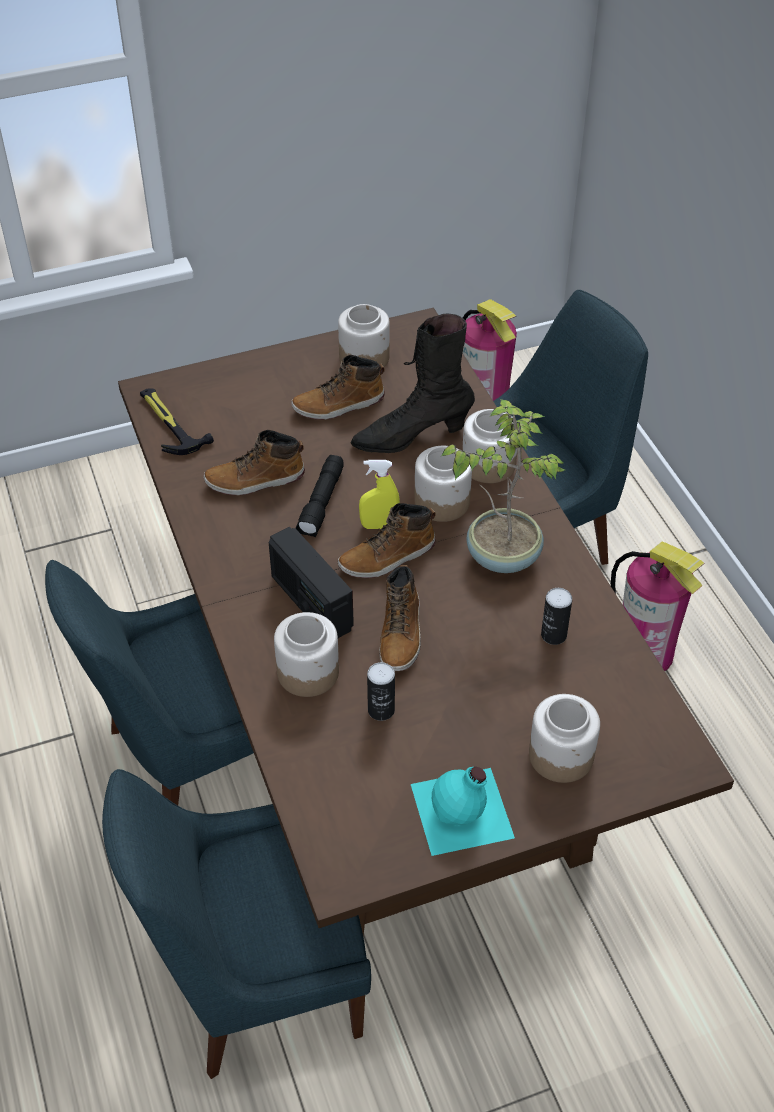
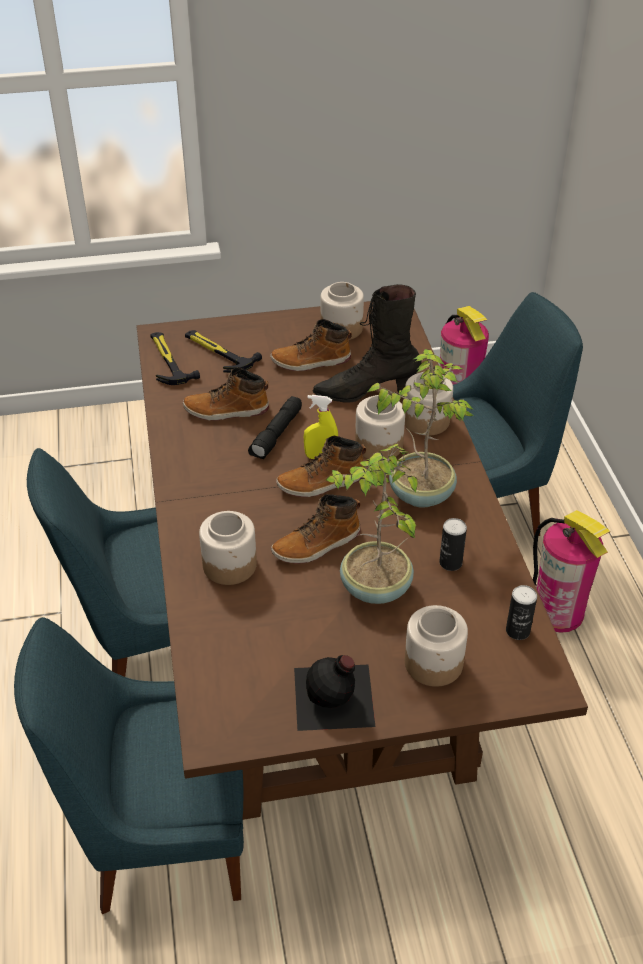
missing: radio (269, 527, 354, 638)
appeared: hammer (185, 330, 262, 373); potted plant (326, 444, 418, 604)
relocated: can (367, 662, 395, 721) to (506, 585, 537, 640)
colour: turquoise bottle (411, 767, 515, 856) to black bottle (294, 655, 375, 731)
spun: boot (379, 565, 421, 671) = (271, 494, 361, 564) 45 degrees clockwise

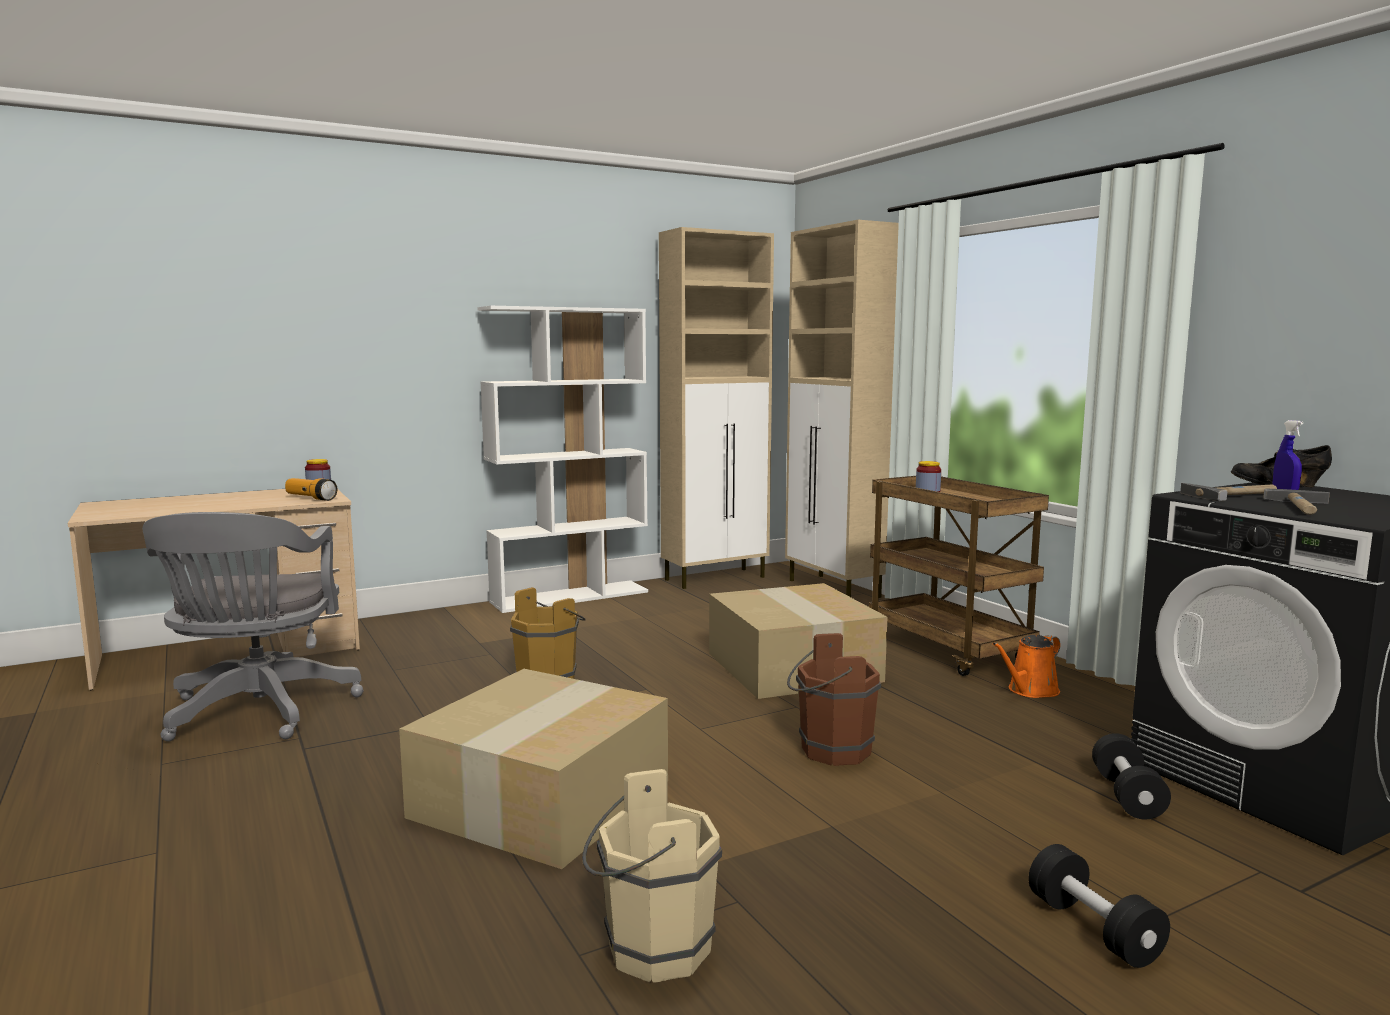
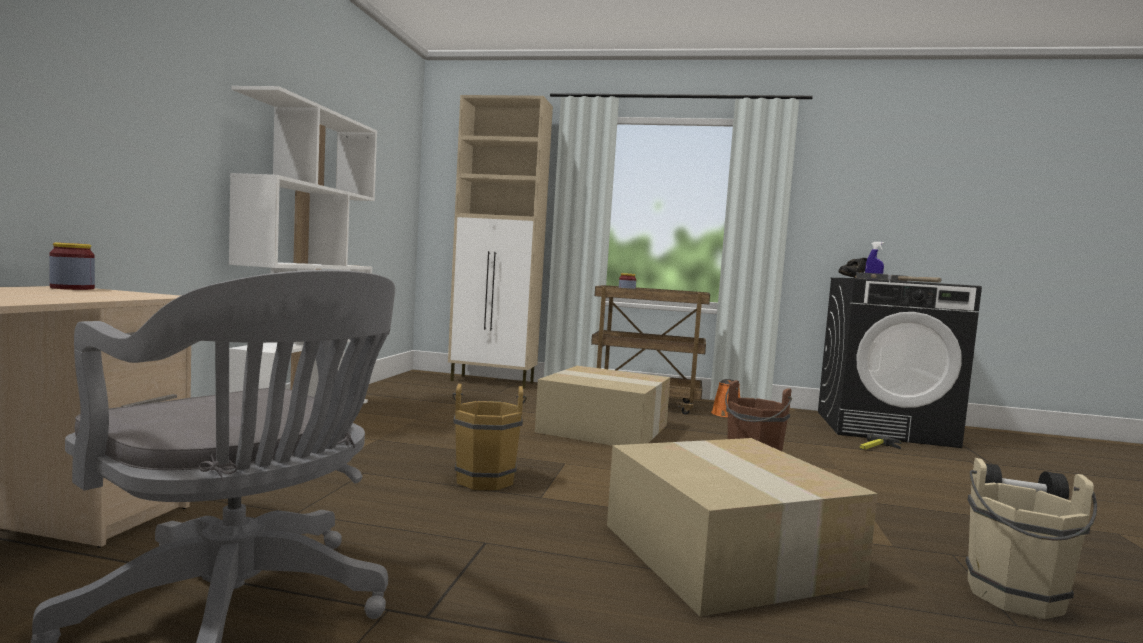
missing: flashlight (285, 478, 337, 501); beige cabinet (659, 227, 774, 589)
exchanged: black dumbbell (1092, 733, 1171, 820) to hammer (860, 433, 902, 450)

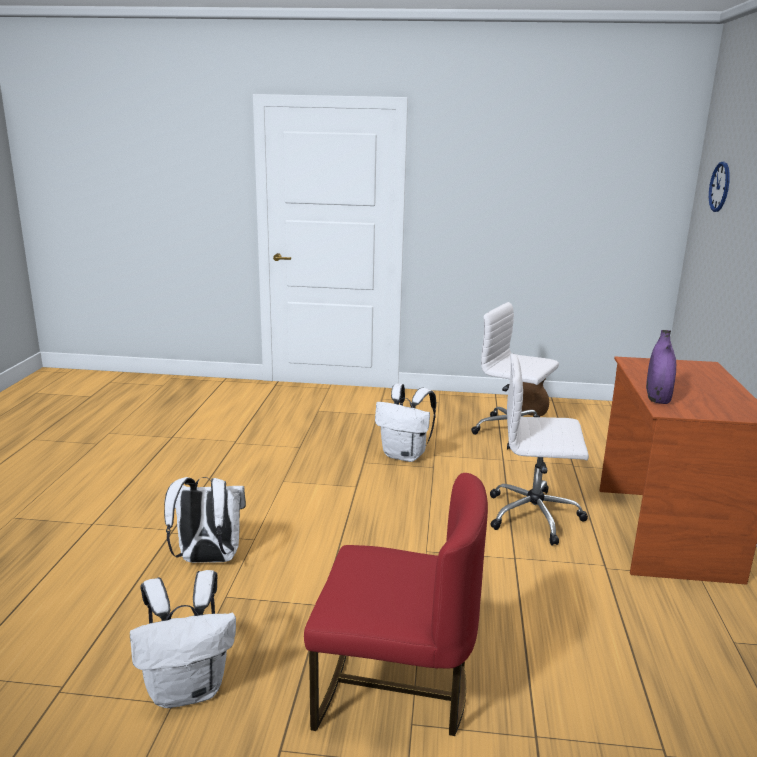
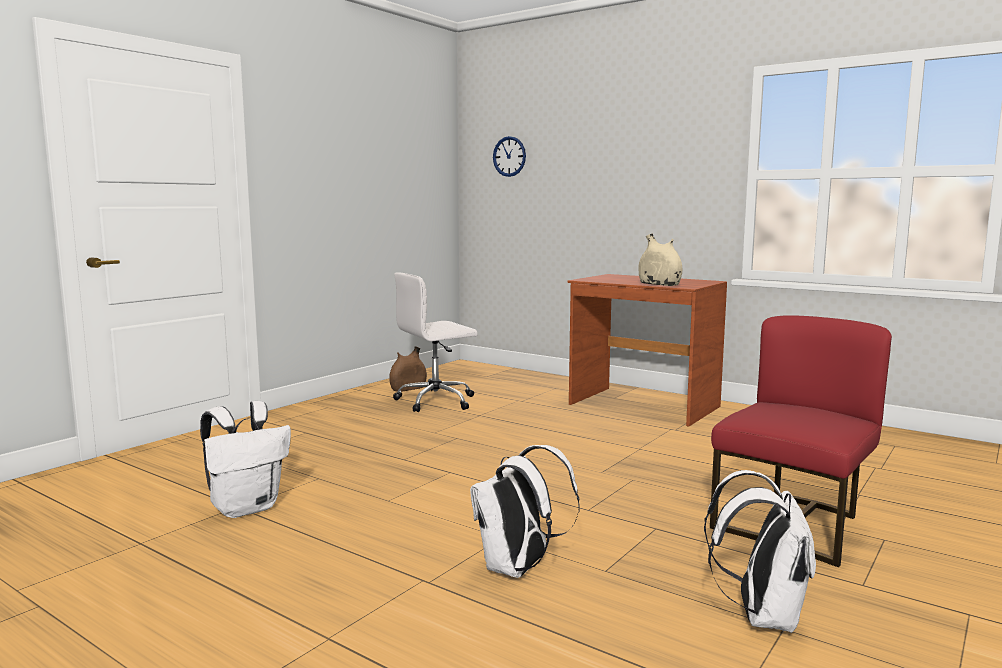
missing: white office chair (490, 353, 589, 545)
relocated: white backpack (375, 384, 436, 462) to (200, 401, 291, 518)
colour: purple vase (646, 330, 676, 404) to beige vase (639, 234, 682, 286)

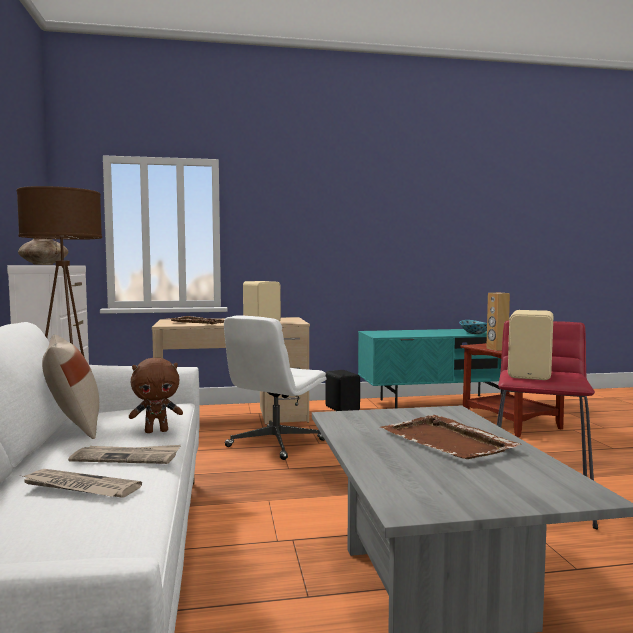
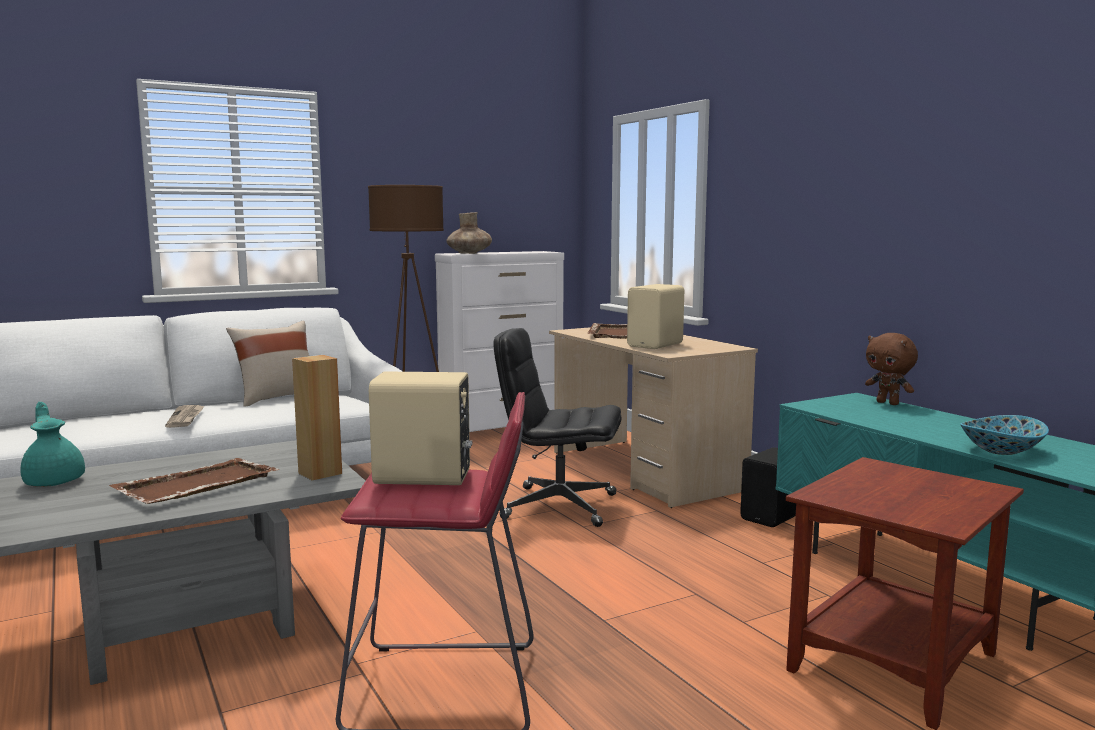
missing: newspaper (20, 469, 142, 498)
appeared: turquoise teapot (20, 402, 85, 487)
relocated: brown speaker (486, 293, 510, 351) to (292, 355, 342, 481); brown plush toy (129, 358, 183, 433) to (865, 333, 918, 405)
colour: white office chair (224, 315, 327, 460) to black office chair (493, 328, 622, 527)

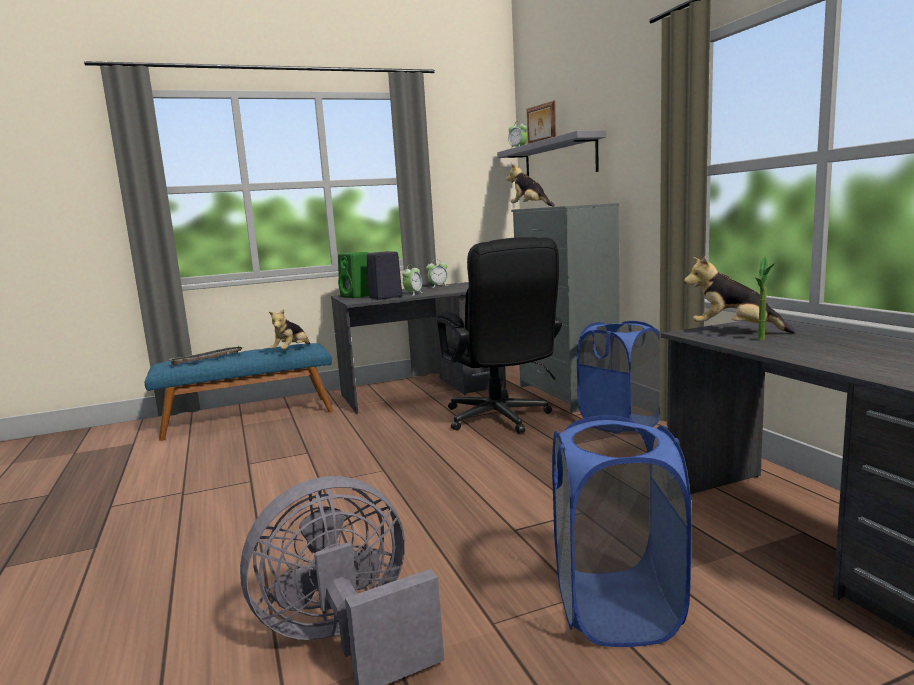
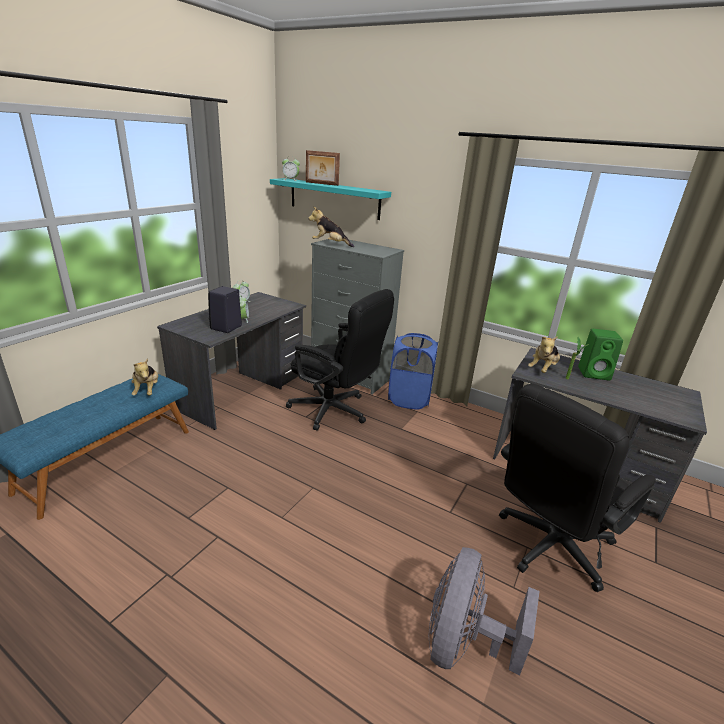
missing: tray (169, 346, 243, 365)
relocated: green speaker (338, 252, 369, 298) to (578, 329, 623, 380)
exchanged: blue laundry basket (552, 415, 692, 647) to black office chair (499, 384, 656, 592)
colour: grey shelf (497, 130, 606, 176) to turquoise shelf (270, 178, 391, 220)
spun: plush toy (684, 256, 796, 334) = (528, 336, 560, 373) 45 degrees counterclockwise

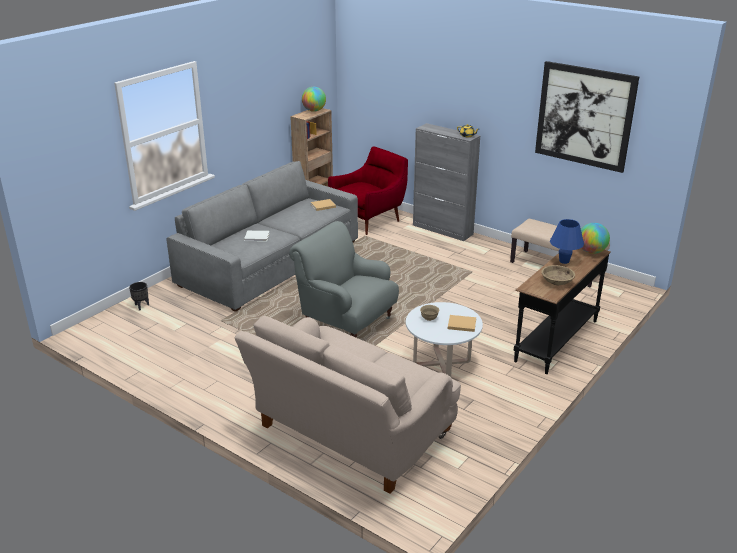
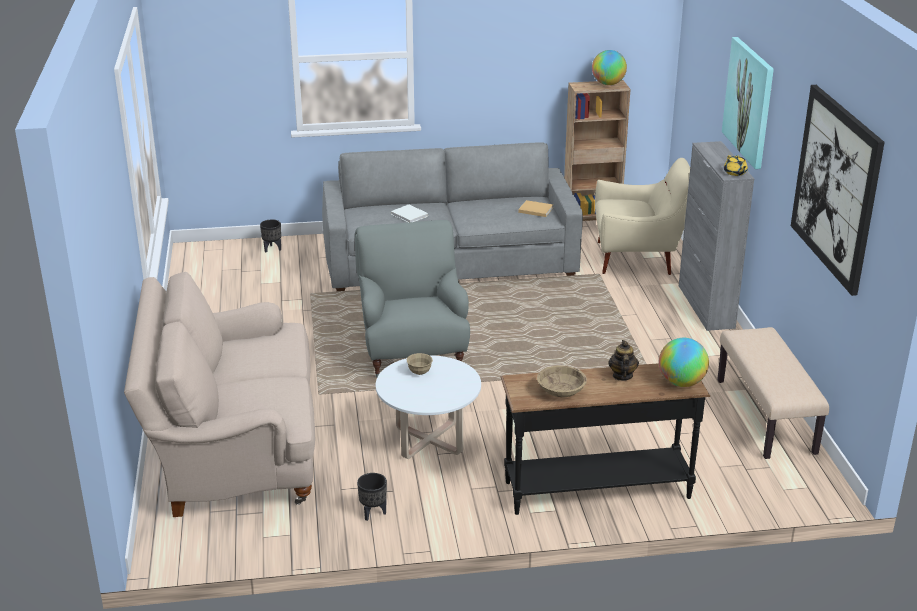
missing: beige book (448, 315, 476, 332)
appeared: black planter (357, 473, 387, 521); picture (722, 37, 774, 169)
exchanged: blue table lamp (550, 219, 584, 264) to teapot (608, 340, 639, 381)
colour: red armchair (328, 146, 408, 235) to beige armchair (595, 158, 690, 275)

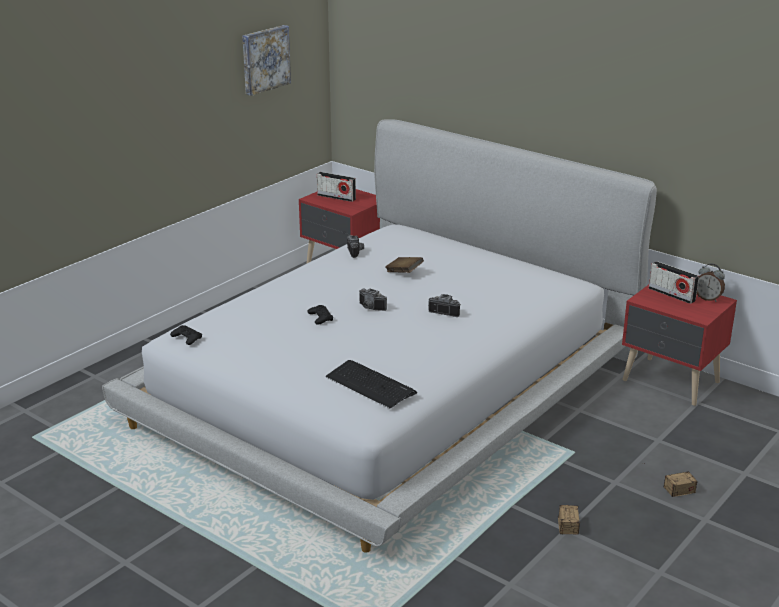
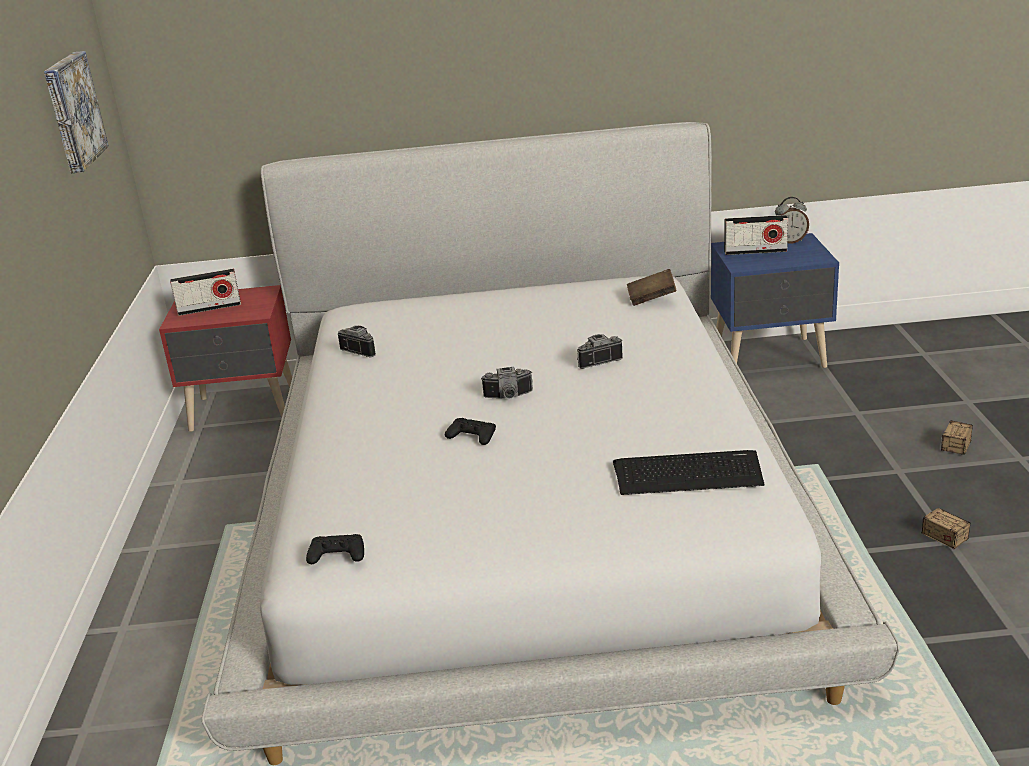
relocated: brown book (385, 257, 424, 273) to (627, 269, 677, 306)
colour: red nightstand (622, 285, 737, 406) to blue nightstand (711, 233, 839, 368)

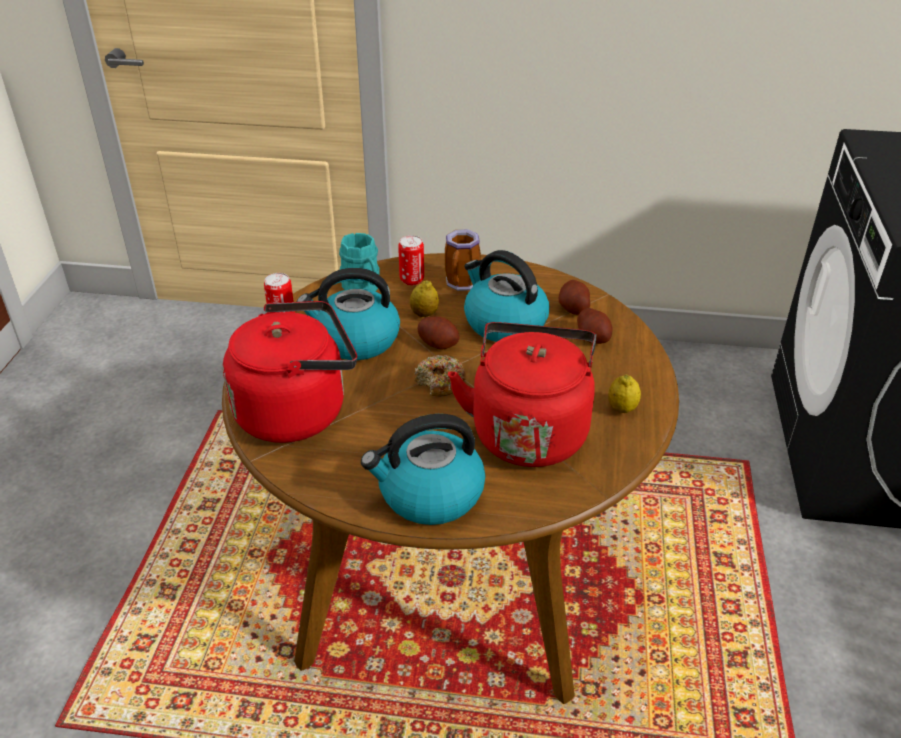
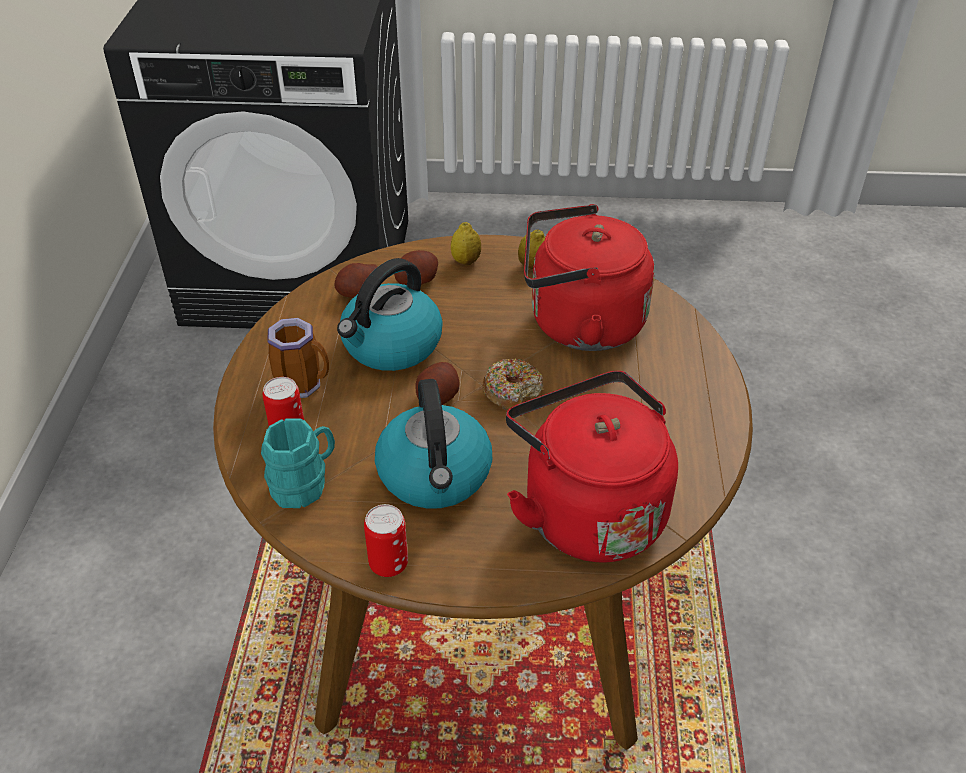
missing: kettle (361, 414, 486, 525)
relocated: lemon (410, 280, 439, 317) to (451, 222, 481, 265)

